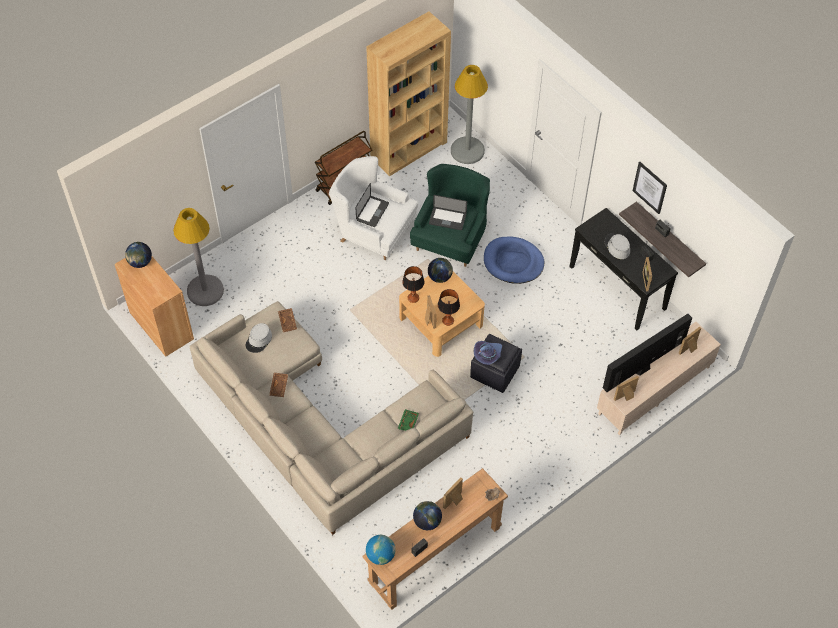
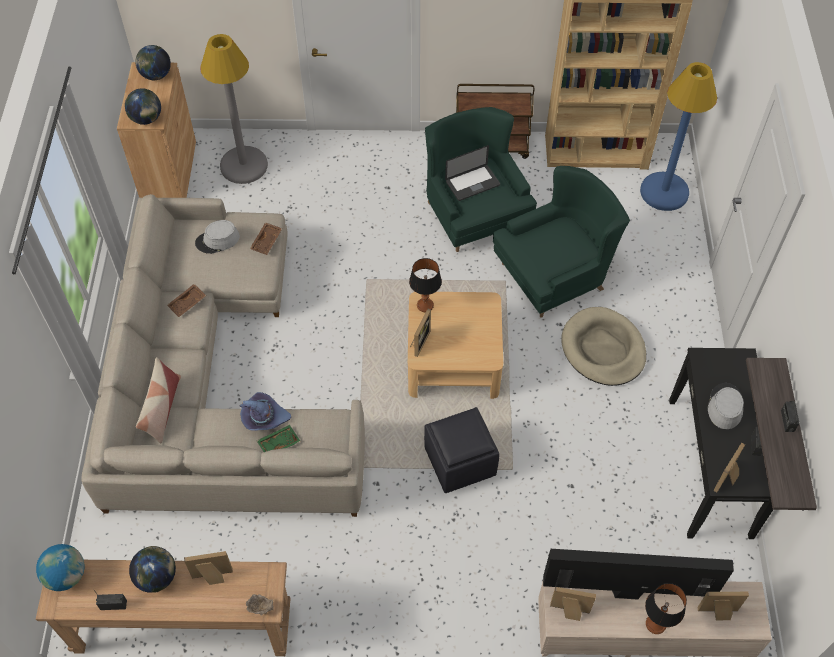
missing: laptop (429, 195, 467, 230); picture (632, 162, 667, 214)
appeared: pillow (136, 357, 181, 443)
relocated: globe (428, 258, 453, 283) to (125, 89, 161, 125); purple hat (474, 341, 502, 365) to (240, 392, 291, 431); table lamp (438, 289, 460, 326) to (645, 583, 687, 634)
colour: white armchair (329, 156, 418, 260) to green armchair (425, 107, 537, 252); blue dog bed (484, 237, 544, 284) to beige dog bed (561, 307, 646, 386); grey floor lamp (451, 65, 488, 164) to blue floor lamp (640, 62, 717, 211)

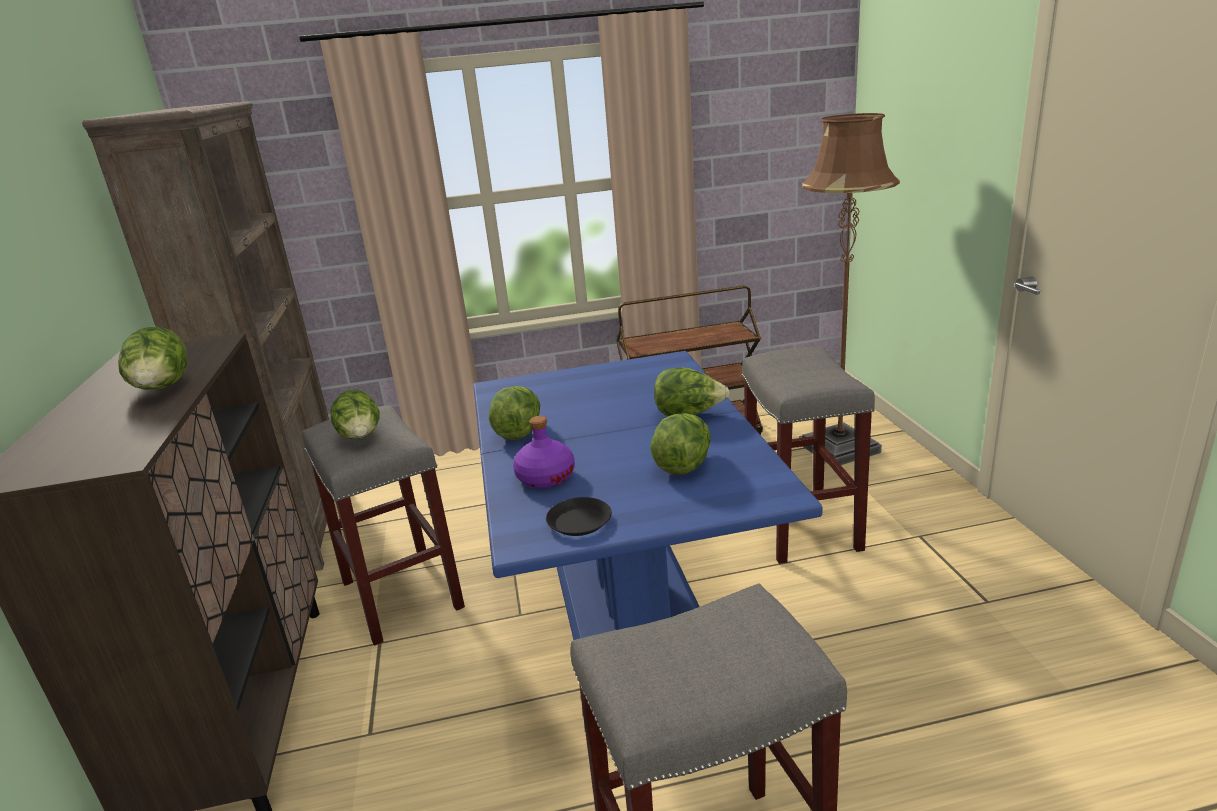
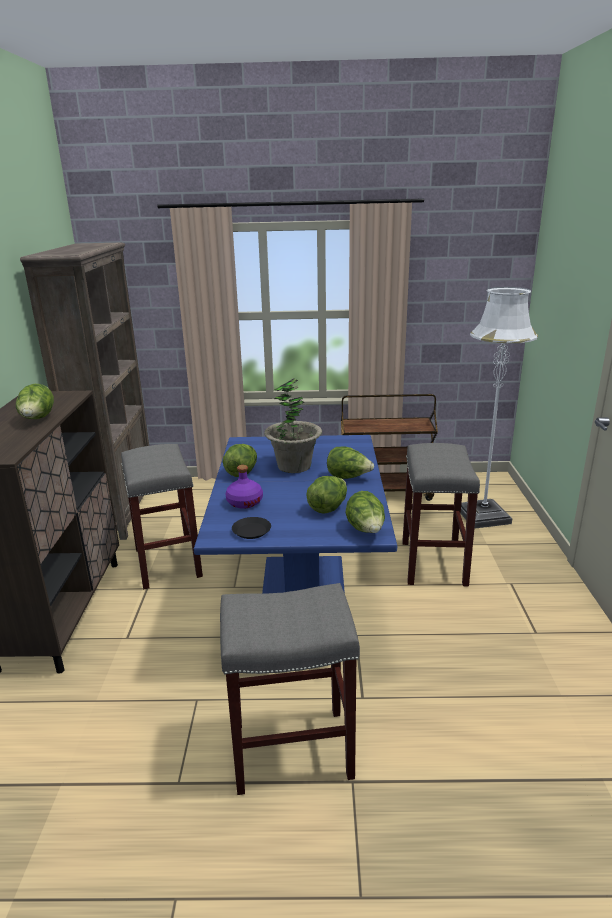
appeared: potted plant (264, 378, 322, 473)
relocated: lettuce (330, 389, 380, 439) to (346, 491, 385, 533)
colour: brown floor lamp (799, 113, 900, 465) to white floor lamp (461, 287, 538, 529)

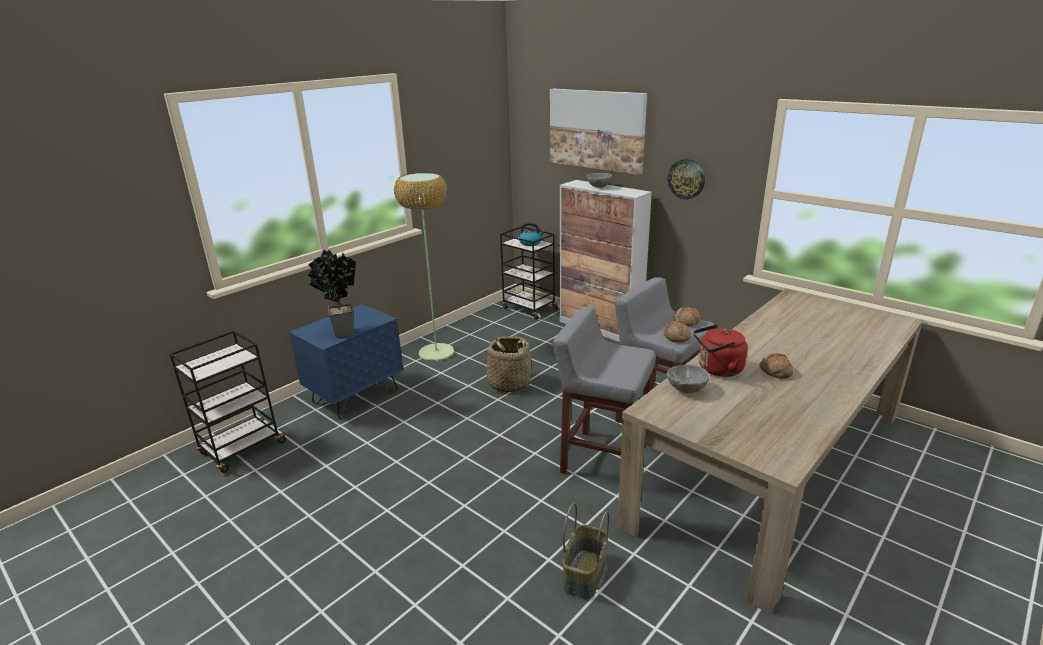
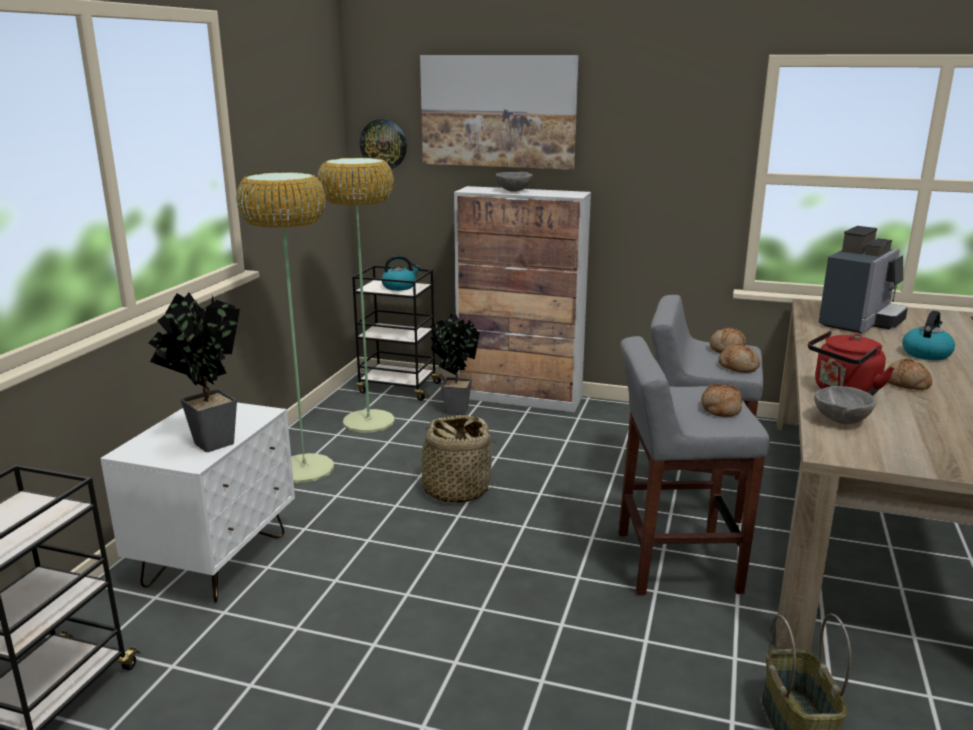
appeared: floor lamp (317, 157, 395, 433); potted plant (430, 313, 480, 415); bread (701, 383, 743, 417); coffee machine (819, 226, 908, 333); kettle (902, 311, 955, 360)
relocated: wall clock (668, 159, 705, 200) to (360, 119, 407, 169)
colour: blue nightstand (289, 304, 403, 419) to white nightstand (100, 402, 295, 603)

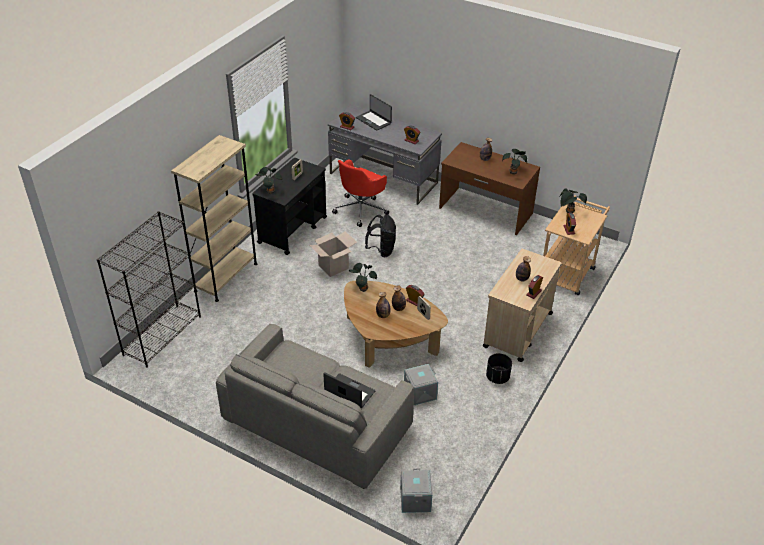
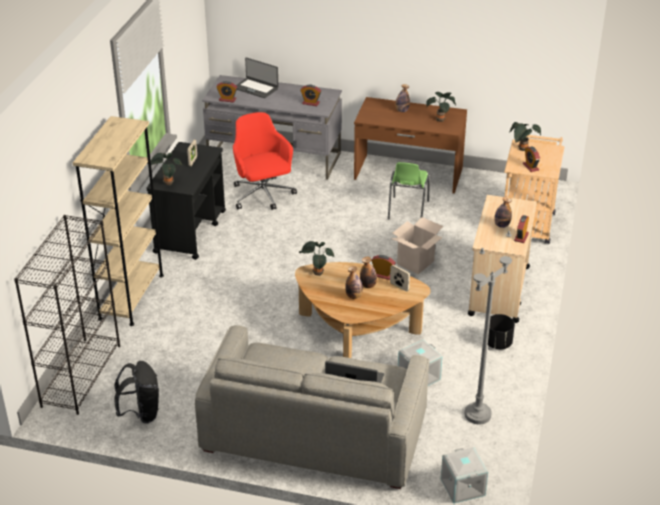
appeared: green chair (388, 162, 430, 220); grey floor lamp (465, 231, 512, 424)
relocated: black backpack (365, 214, 396, 257) to (114, 361, 159, 424); cardboard box (309, 231, 357, 277) to (391, 217, 444, 274)
spun: red office chair (332, 159, 389, 227) = (233, 112, 297, 210) 135 degrees clockwise

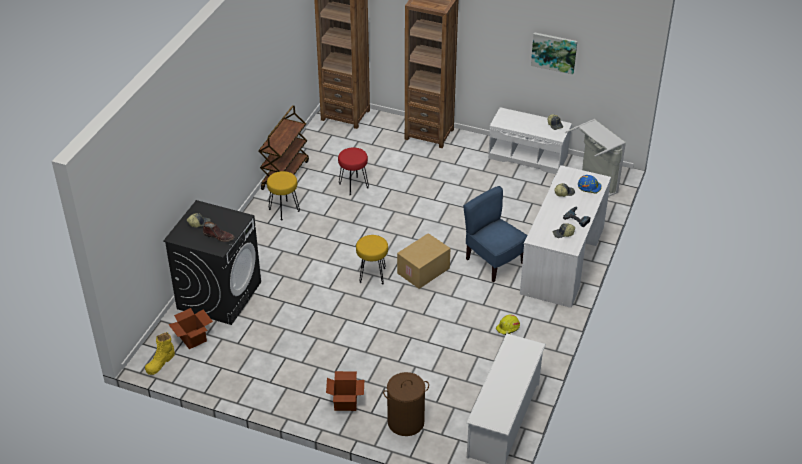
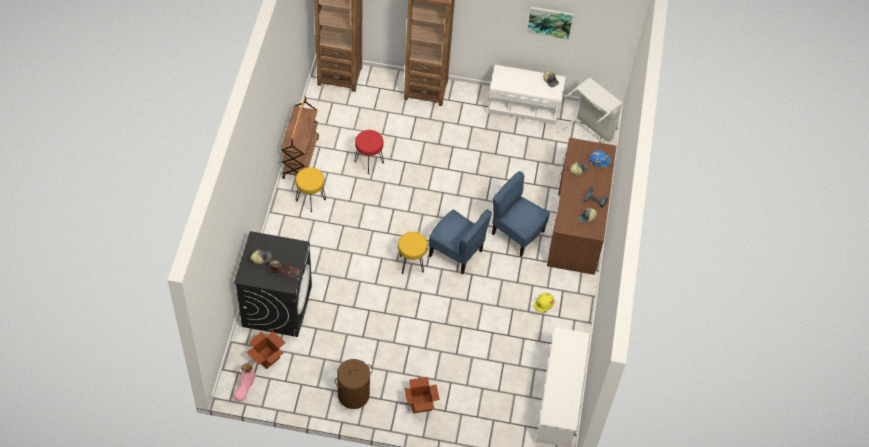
relocated: brown laundry basket (383, 372, 429, 436) to (335, 359, 373, 409)
exchanged: cardboard box (397, 233, 451, 289) to blue chair (429, 210, 492, 274)
colour: yellow boot (145, 332, 175, 375) to pink boot (233, 362, 255, 402); white desk (520, 165, 611, 308) to brown desk (547, 138, 617, 275)

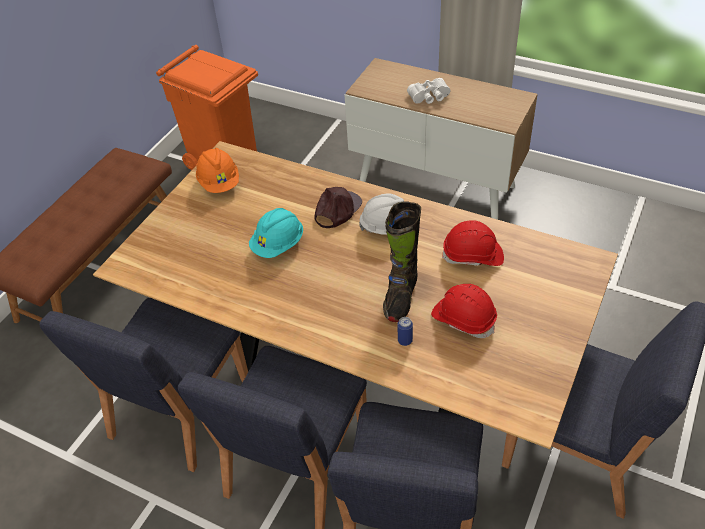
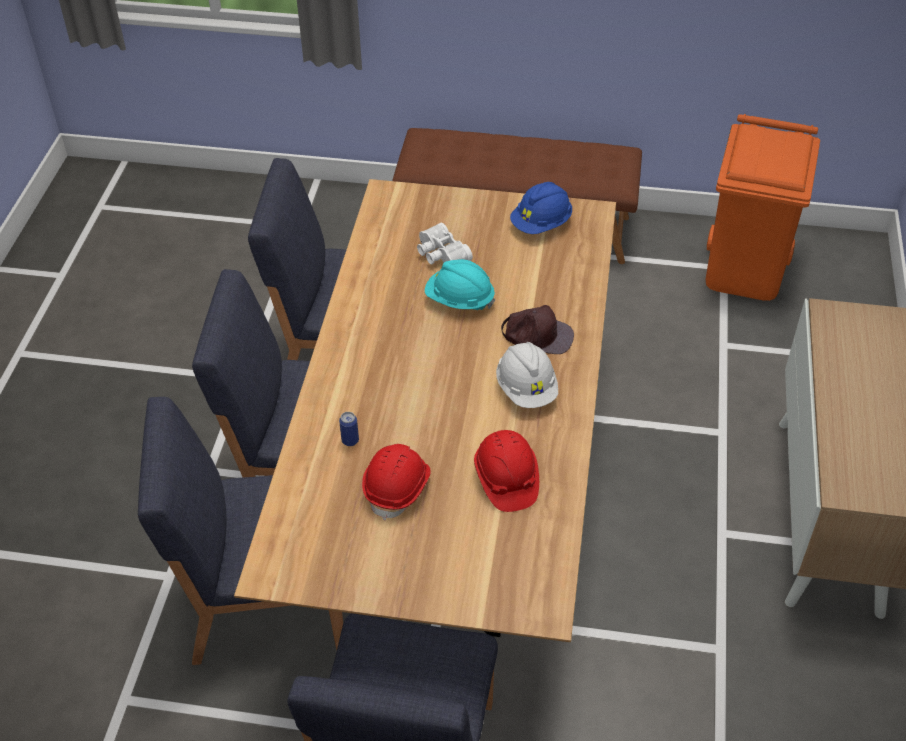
missing: black boot (383, 202, 421, 322)
relocated: white binoculars (407, 78, 450, 104) to (417, 223, 473, 265)
colour: orange hard hat (196, 148, 239, 193) to blue hard hat (510, 182, 572, 234)

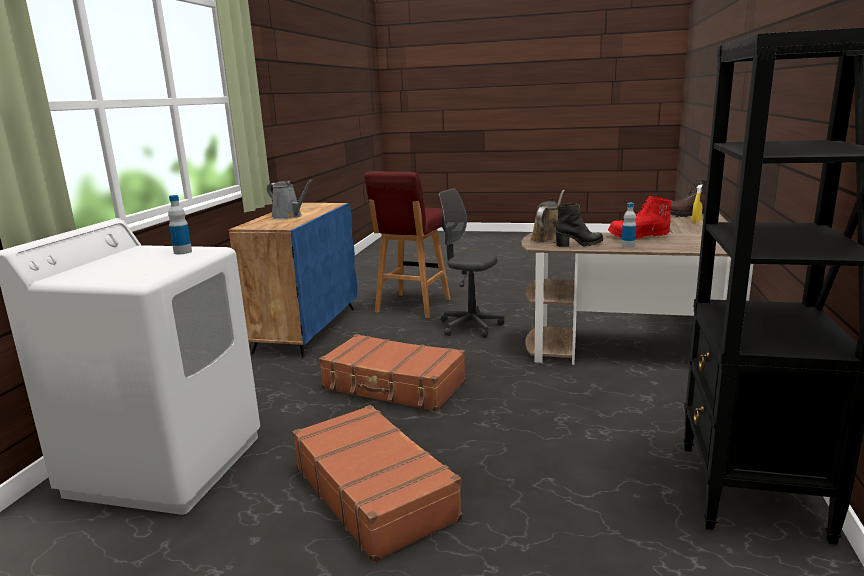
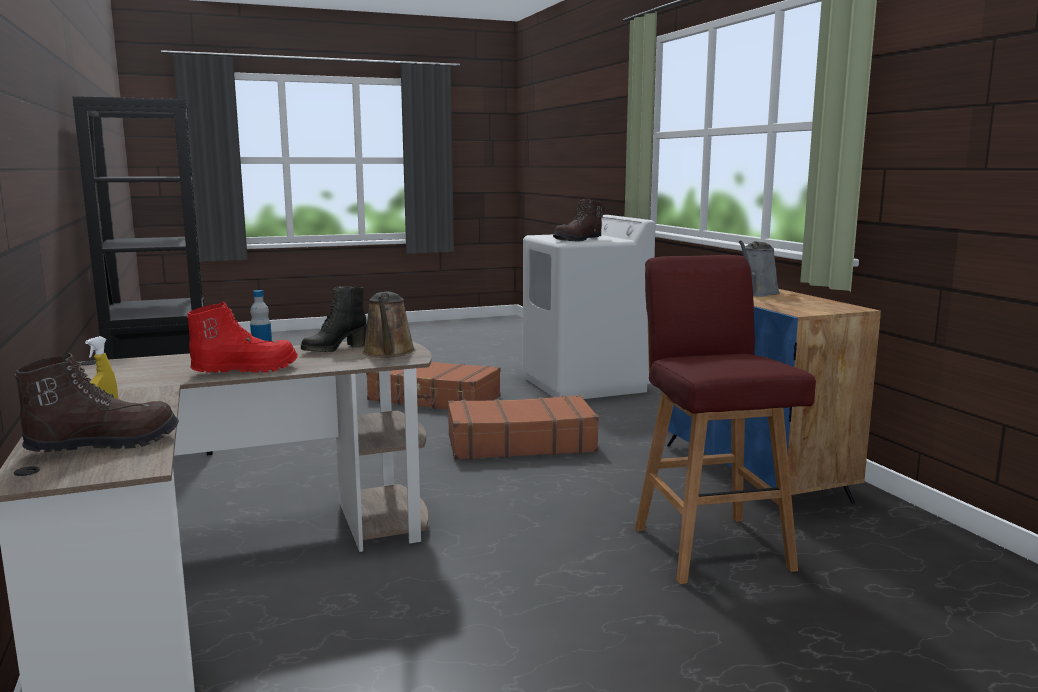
missing: grey office chair (439, 188, 504, 338)
exchanged: bottle (168, 195, 192, 254) to brown boot (553, 199, 604, 242)
spun: grey watering can (267, 179, 313, 219) = (739, 241, 780, 296) 60 degrees counterclockwise

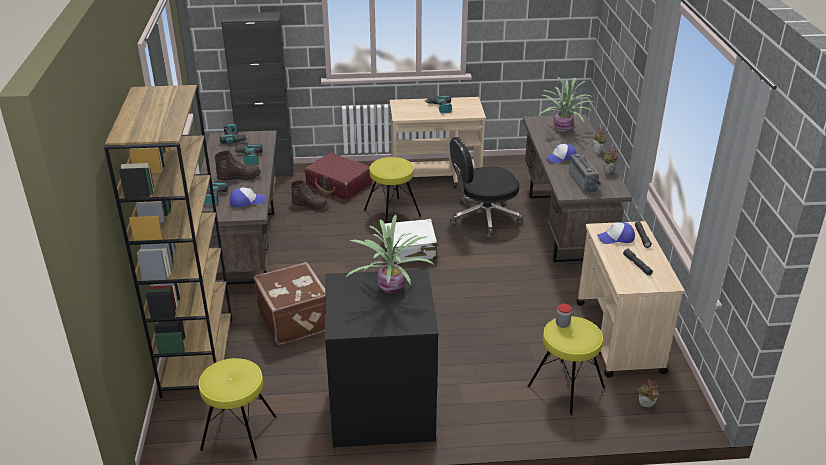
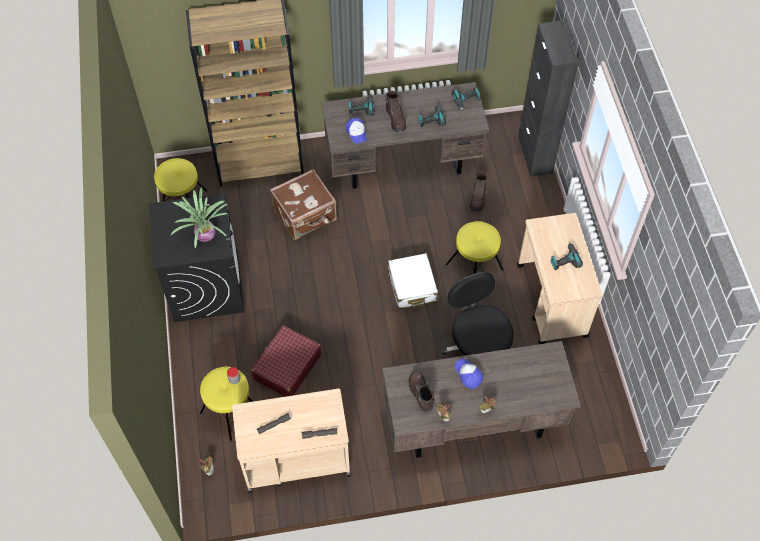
missing: potted plant (539, 77, 593, 132); cap (597, 222, 635, 244)
relocated: red suitcase (305, 152, 372, 200) to (251, 325, 321, 397)
exchanged: radio (569, 153, 602, 193) to brown boot (409, 371, 434, 412)

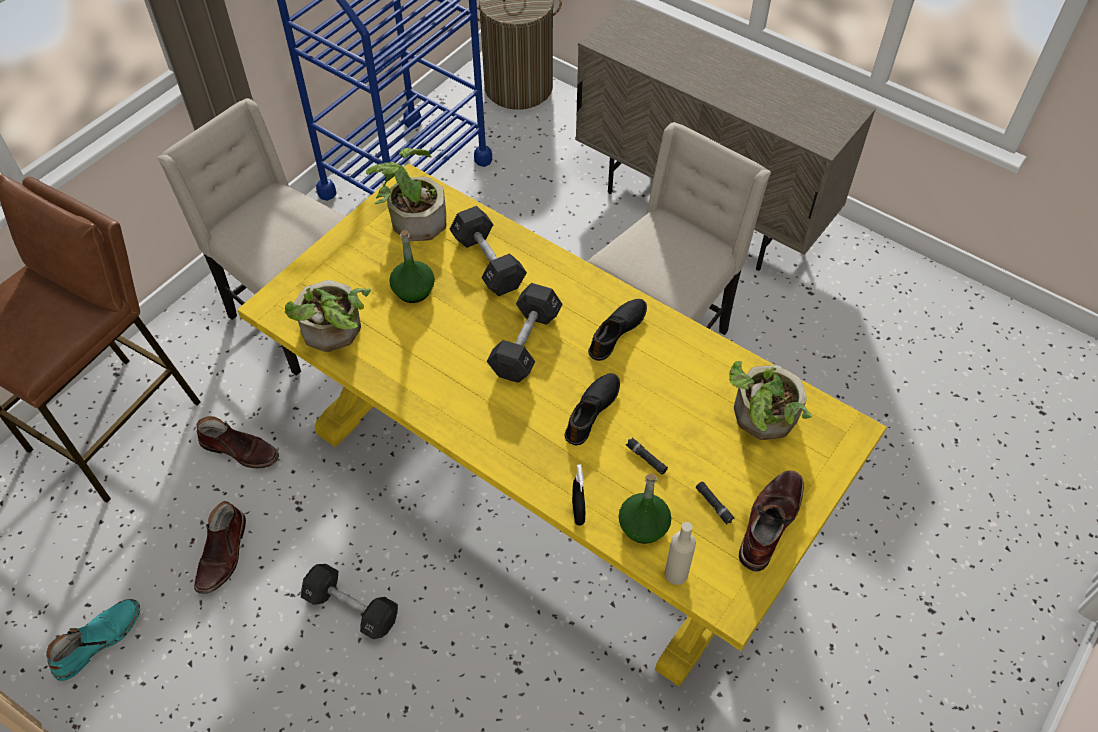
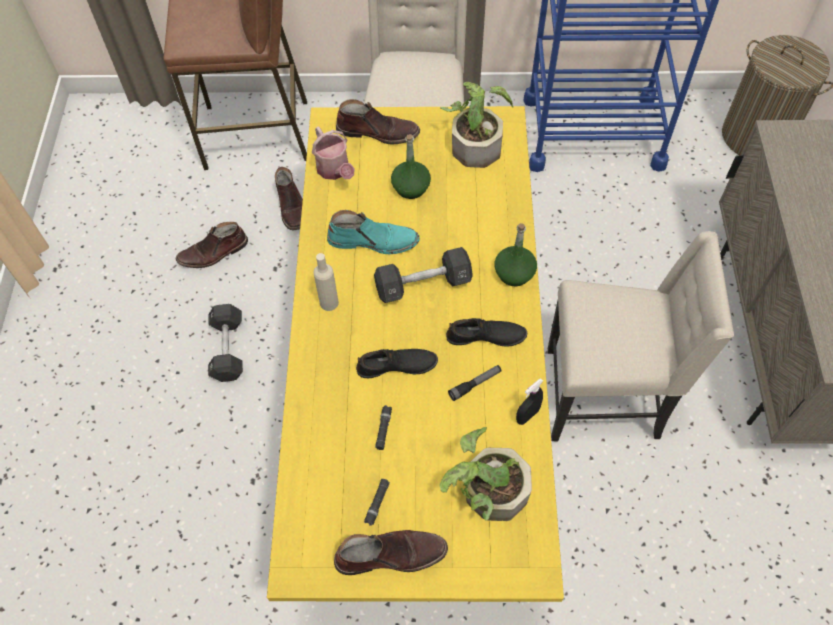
missing: black dumbbell (450, 206, 527, 296)
appeared: brown boot (336, 99, 420, 144); flashlight (448, 365, 502, 401)
relocated: beige bottle (664, 522, 696, 585) to (314, 253, 339, 311); turquoise boot (47, 599, 140, 681) to (327, 210, 420, 254); green bottle (619, 473, 671, 544) to (495, 223, 537, 286); black spray bottle (572, 464, 585, 526) to (516, 378, 543, 425)
exchanged: potted plant (285, 280, 371, 352) to watering can (312, 126, 355, 180)

